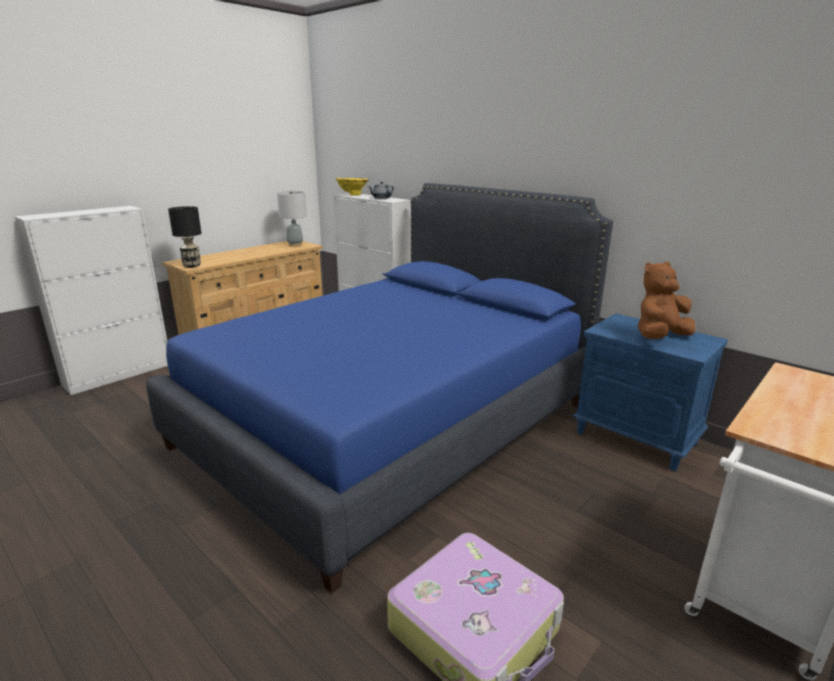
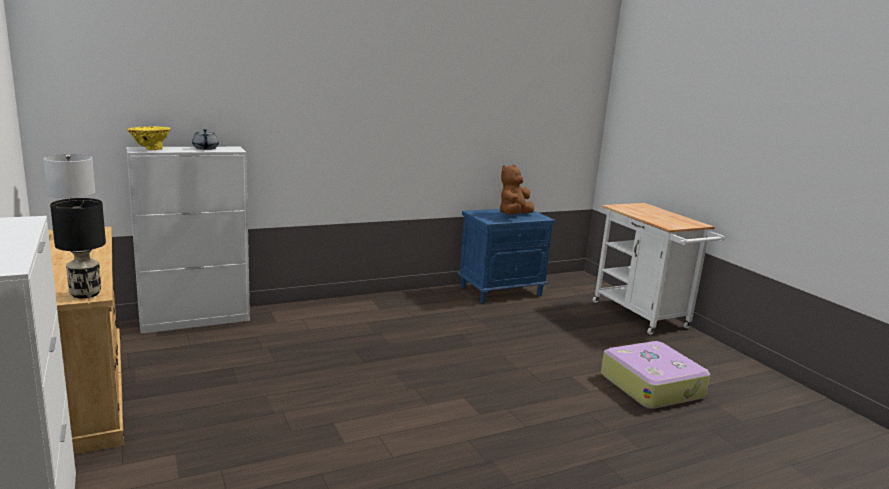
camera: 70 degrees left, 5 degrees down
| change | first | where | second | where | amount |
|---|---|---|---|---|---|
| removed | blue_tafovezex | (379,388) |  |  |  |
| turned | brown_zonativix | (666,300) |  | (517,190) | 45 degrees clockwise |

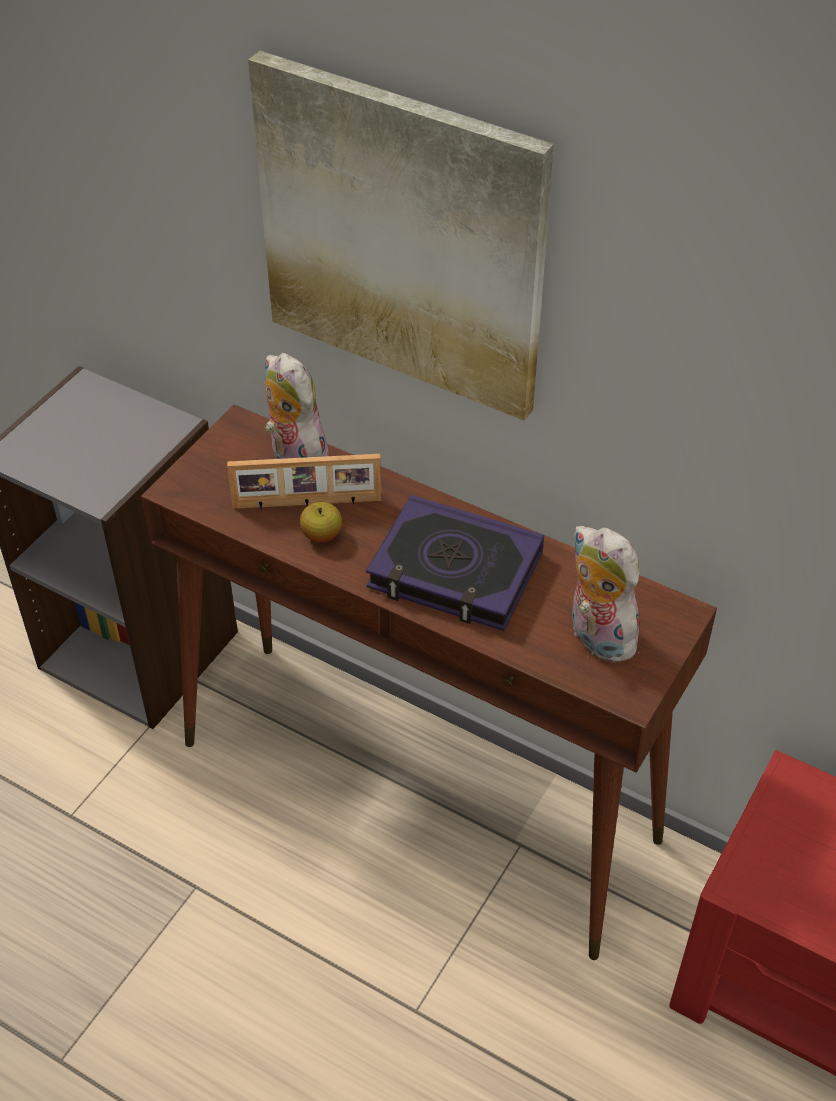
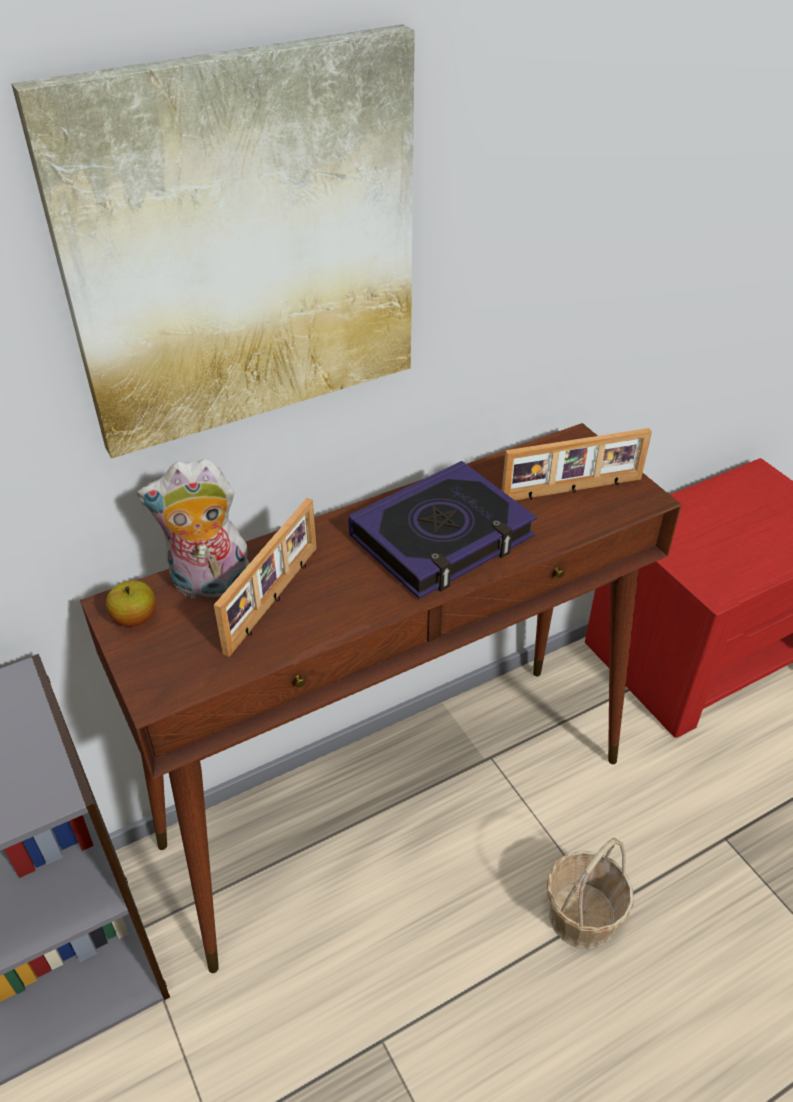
camera: 60 degrees left, 5 degrees down
| change | first | where | second | where | amount |
|---|---|---|---|---|---|
| moved | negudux | (321,522) |  | (131,603) |  |
| replaced | zonativix | (607,594) | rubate | (577,464) |  |
| added |  |  | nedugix | (590,894) |  |

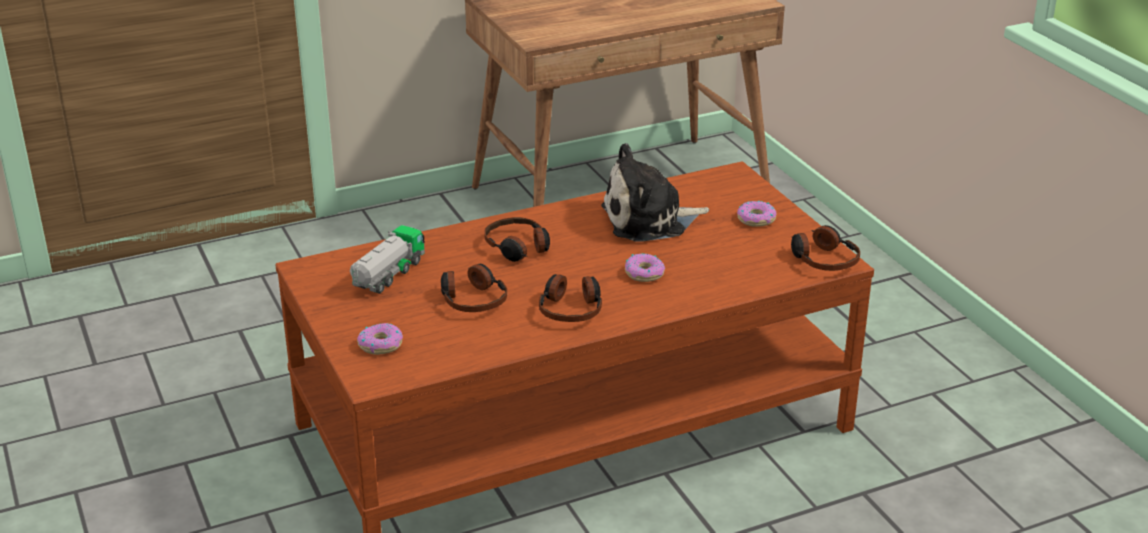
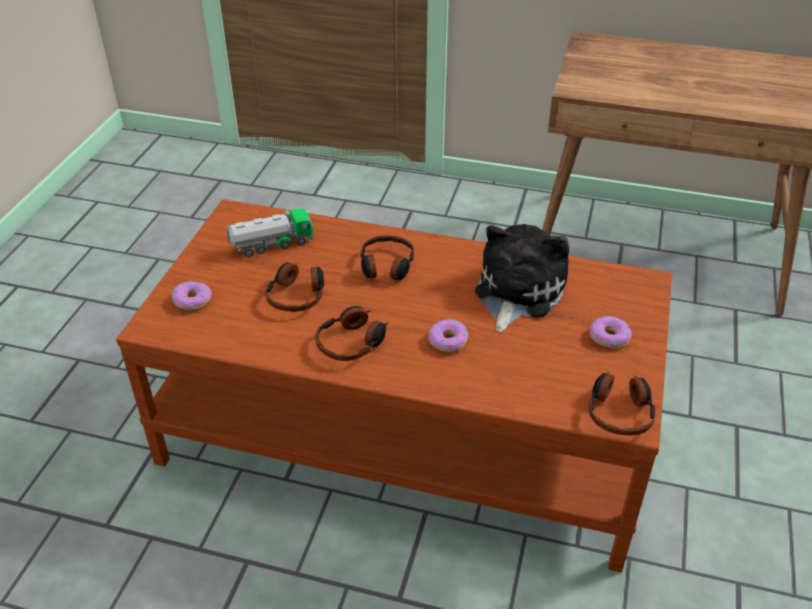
camera: 40 degrees right, 10 degrees up
| change | first | where | second | where | amount |
|---|---|---|---|---|---|
| turned | zonativix | (655,192) |  | (522,278) | 90 degrees clockwise |

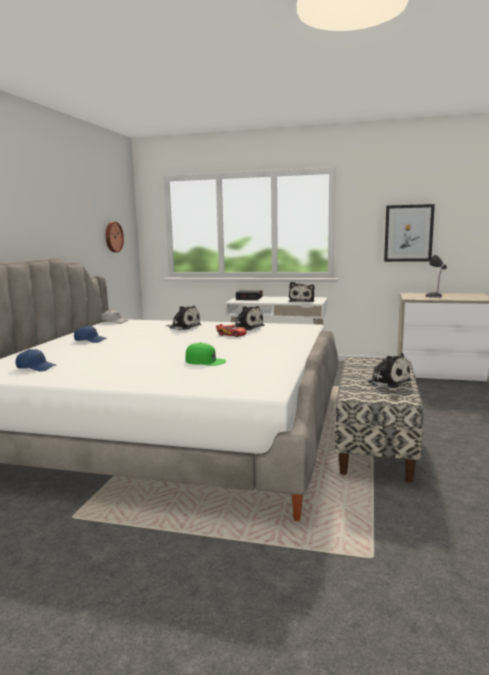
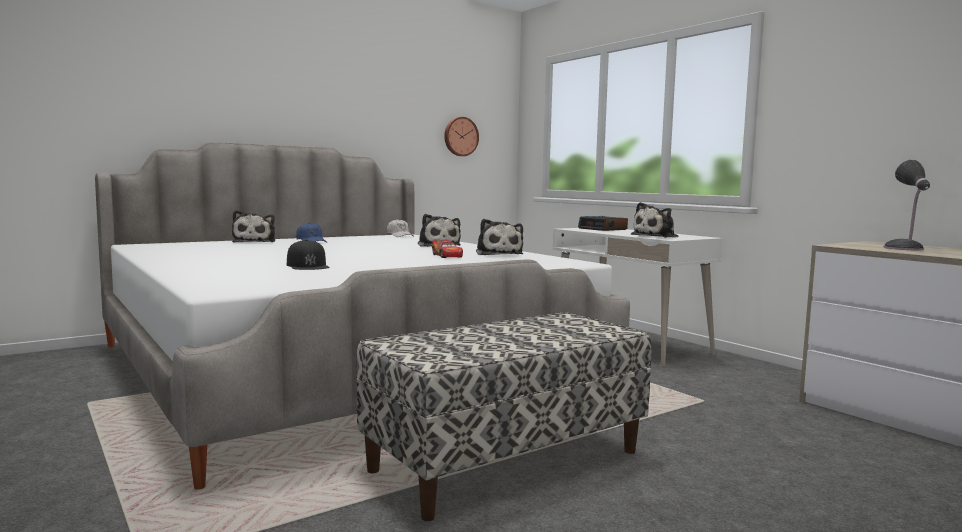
camera: 40 degrees right, 5 degrees down
| change | first | where | second | where | amount |
|---|---|---|---|---|---|
| removed | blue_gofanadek | (35,360) |  |  |  |
| recoloured | green_gofanadek | (206,354) | black_gofanadek | (308,254) |  |
| moved | zonativix | (385,370) |  | (253,226) |  |
| removed | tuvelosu | (409,233) |  |  |  |

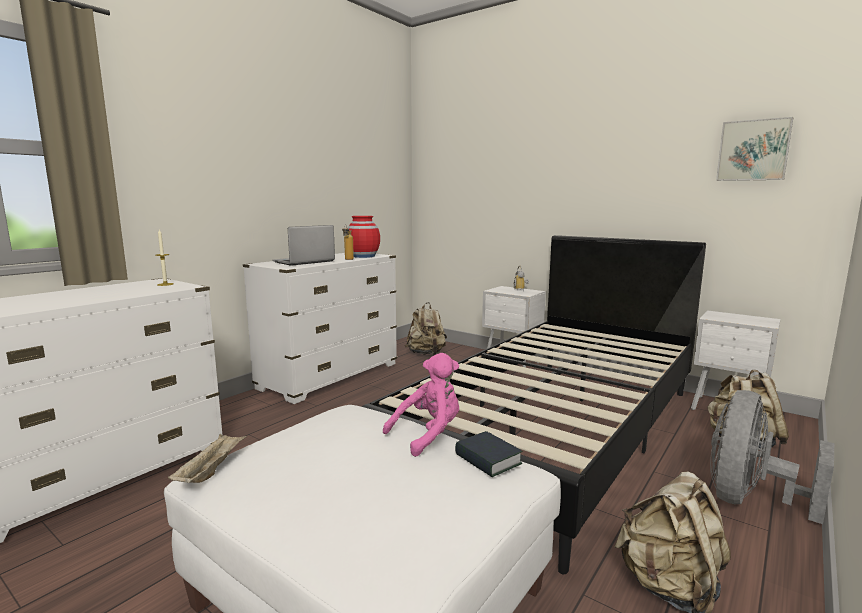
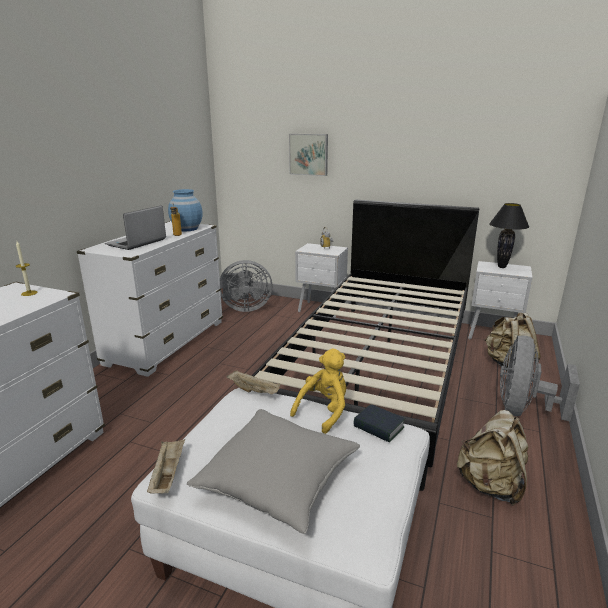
camera: 15 degrees left, 10 degrees up
| change | first | where | second | where | amount |
|---|---|---|---|---|---|
| recoloured | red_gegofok | (364,237) | blue_gegofok | (185,210) |  |
| recoloured | pink_zonativix | (421,405) | yellow_zonativix | (318,391) |  |
| replaced | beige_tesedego | (426,328) | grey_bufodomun | (246,286) |  |
| moved | tuvelosu | (754,149) |  | (308,155) |  |
| added |  |  | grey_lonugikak | (273,471) |  |
| added |  |  | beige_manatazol | (253,383) |  |
| added |  |  | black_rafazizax | (509,235) |  |

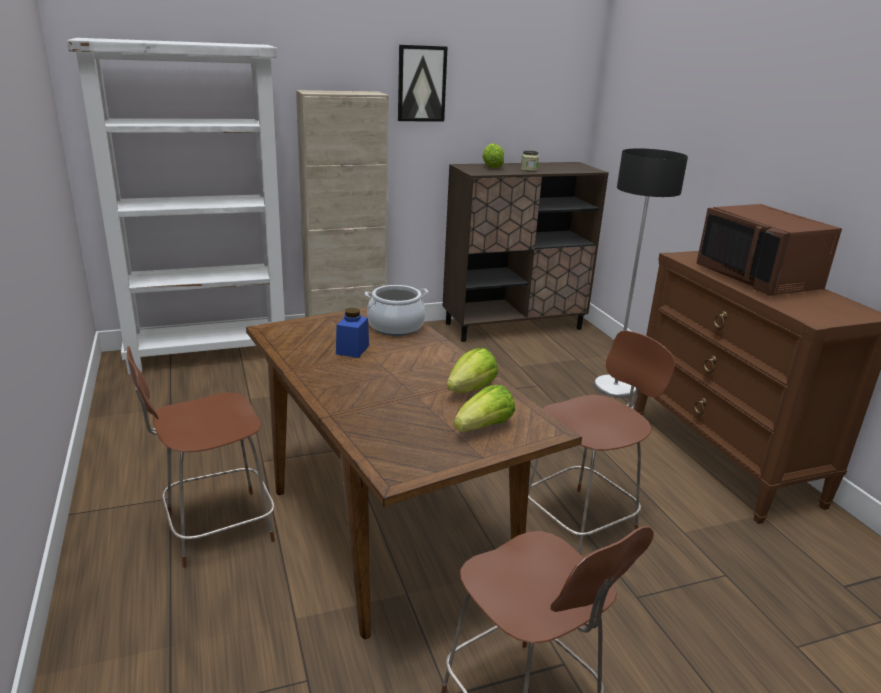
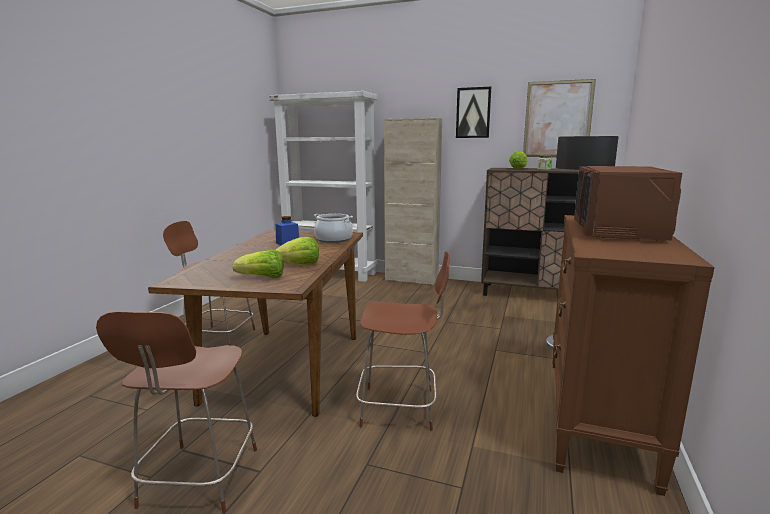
camera: 40 degrees right, 10 degrees down
| change | first | where | second | where | amount |
|---|---|---|---|---|---|
| added |  |  | tuvelosu | (559,118) |  |

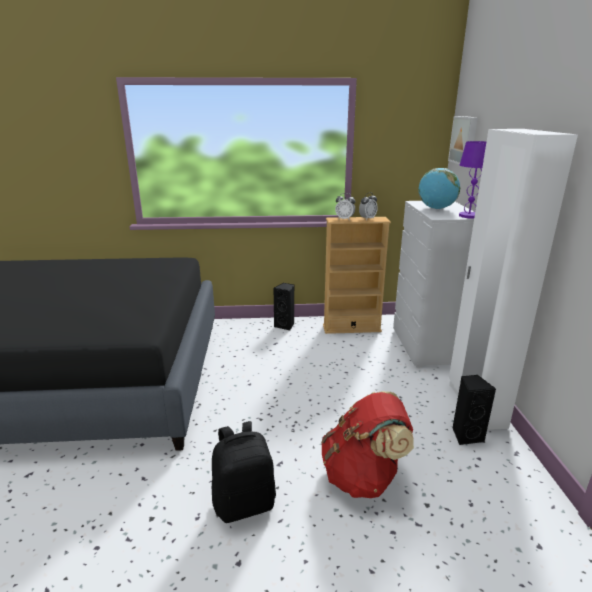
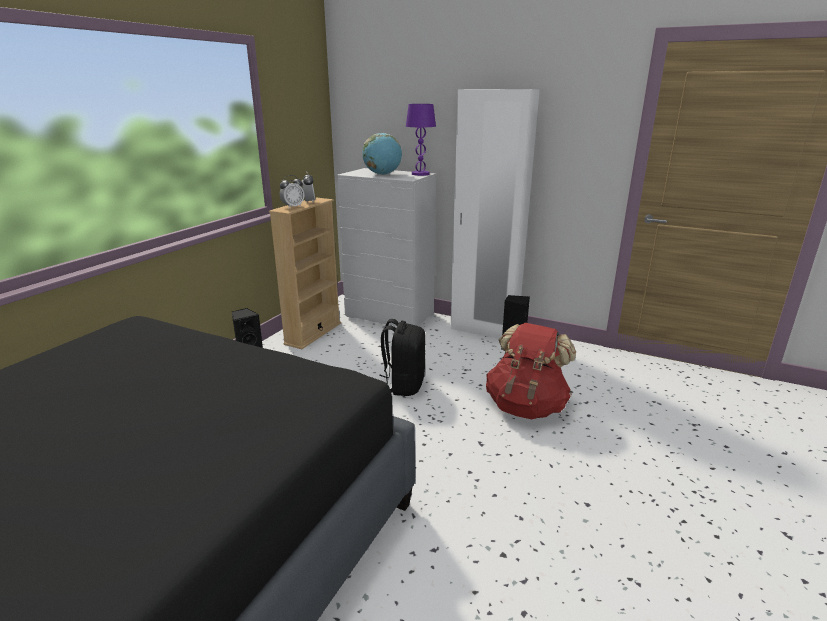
camera: 60 degrees left, 0 degrees up
| change | first | where | second | where | amount |
|---|---|---|---|---|---|
| moved | black_tesedego | (244,472) |  | (402,357) |  |
| removed | tuvelosu | (463,140) |  |  |  |

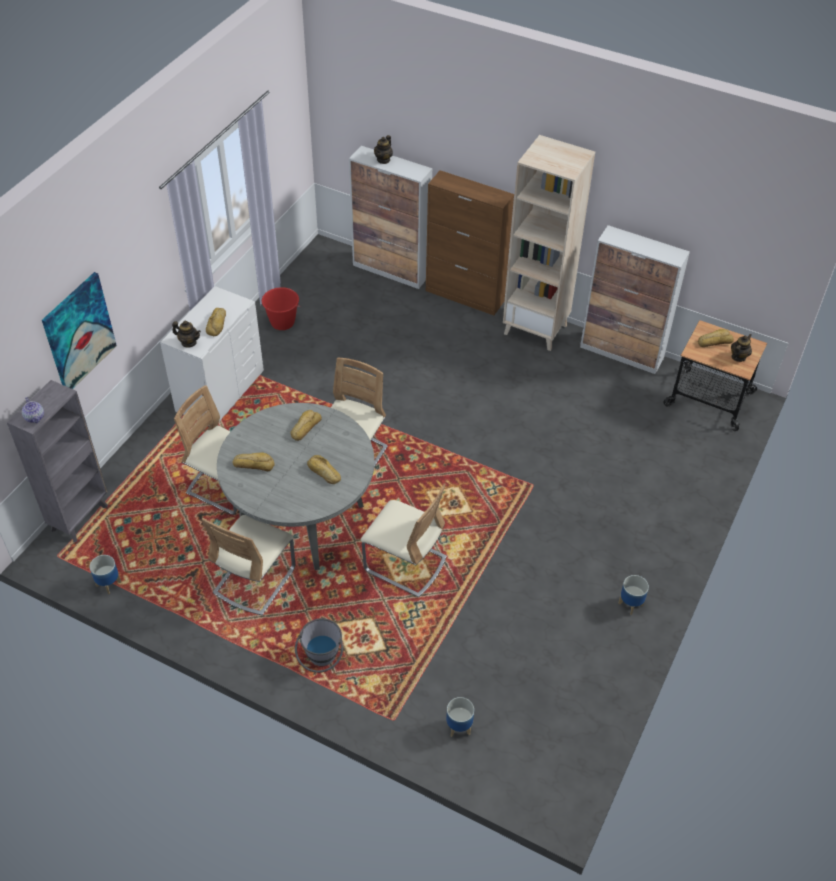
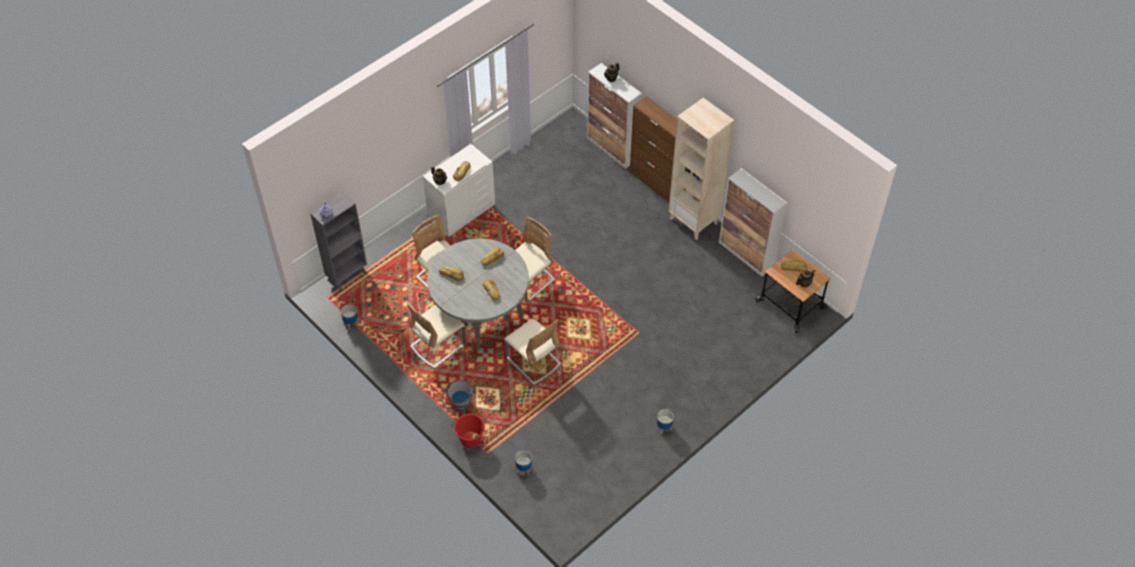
camera: 20 degrees right, 5 degrees up
| change | first | where | second | where | amount |
|---|---|---|---|---|---|
| removed | tuvelosu | (79,330) |  |  |  |
| moved | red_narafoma | (281,308) |  | (469,431) |  |

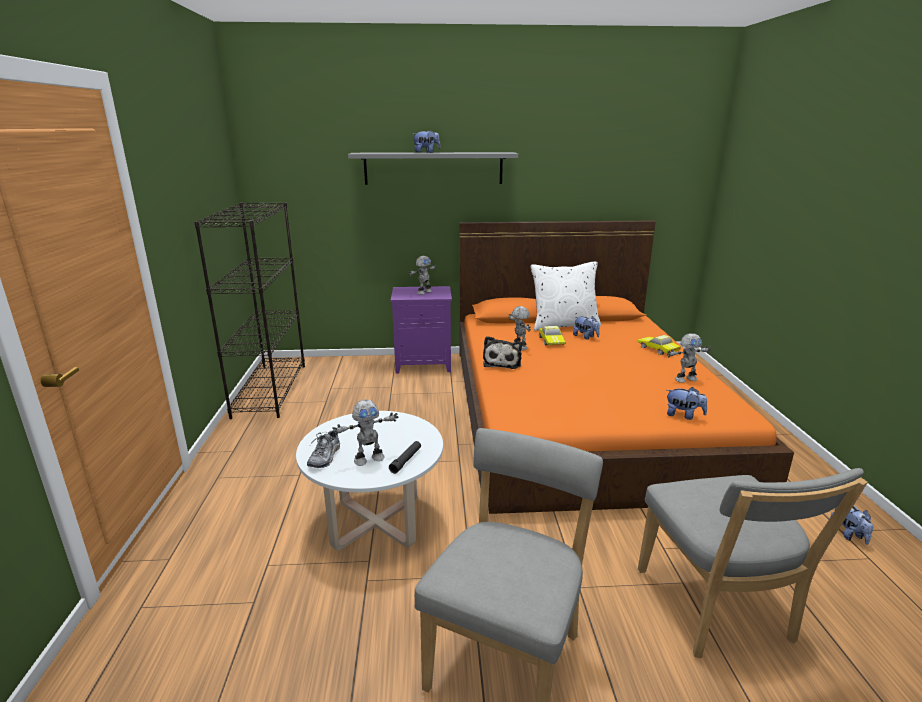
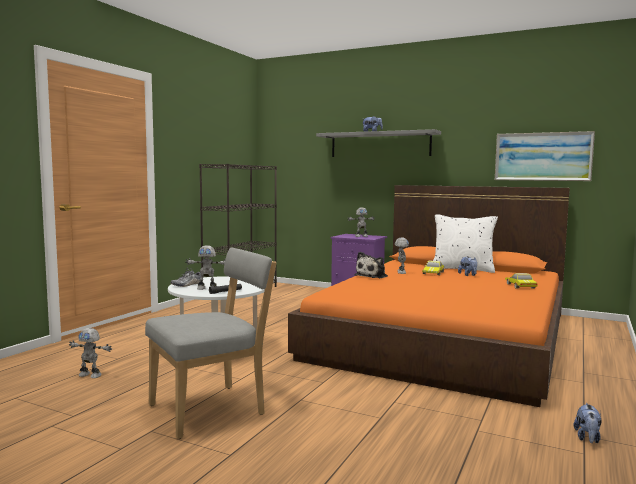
camera: 30 degrees right, 15 degrees down
| change | first | where | second | where | amount |
|---|---|---|---|---|---|
| removed | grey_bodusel | (753,563) |  |  |  |
| moved | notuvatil | (689,358) |  | (90,353) |  |
| removed | zonativix | (687,403) |  |  |  |
| added |  |  | tuvelosu | (545,156) |  |

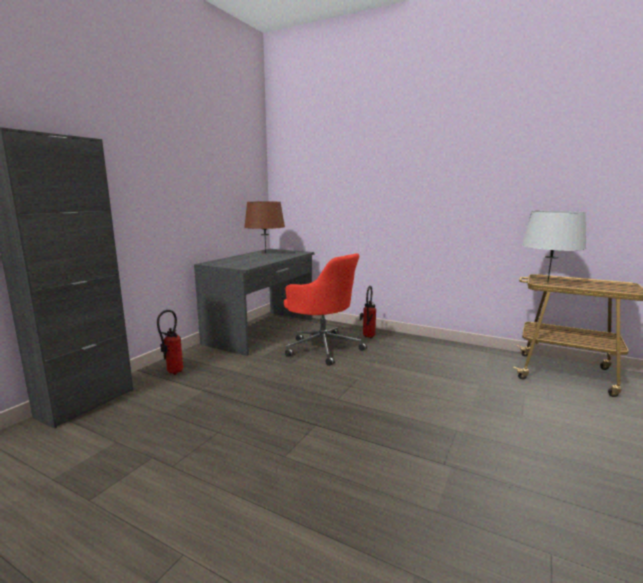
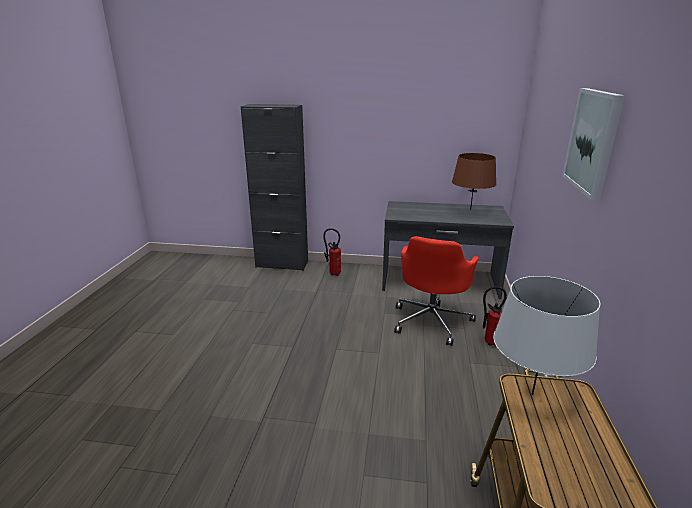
camera: 70 degrees right, 10 degrees up
| change | first | where | second | where | amount |
|---|---|---|---|---|---|
| added |  |  | tuvelosu | (593,144) |  |

